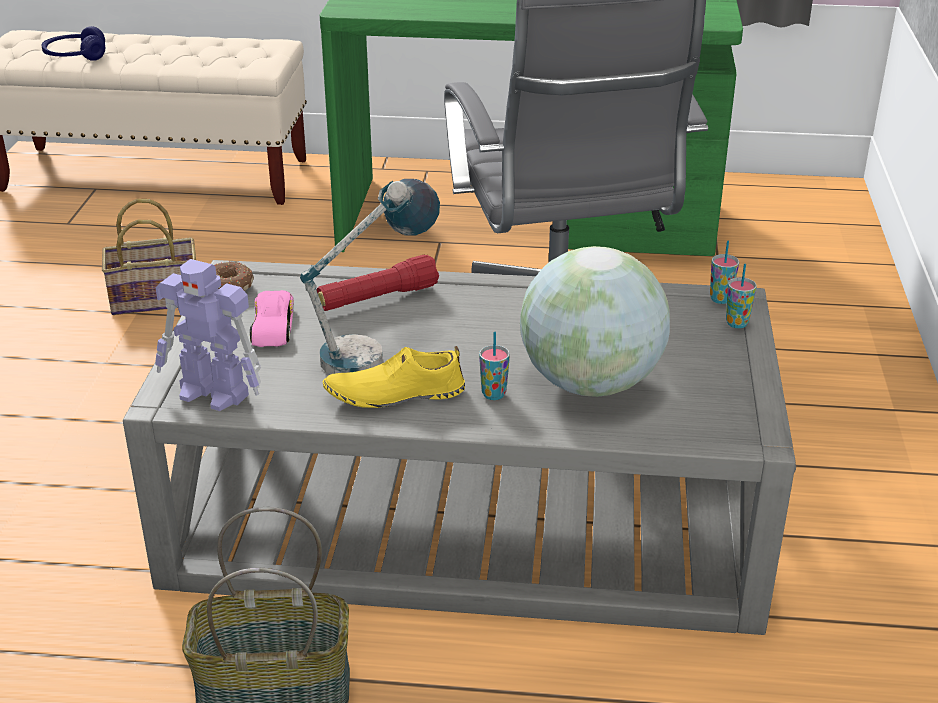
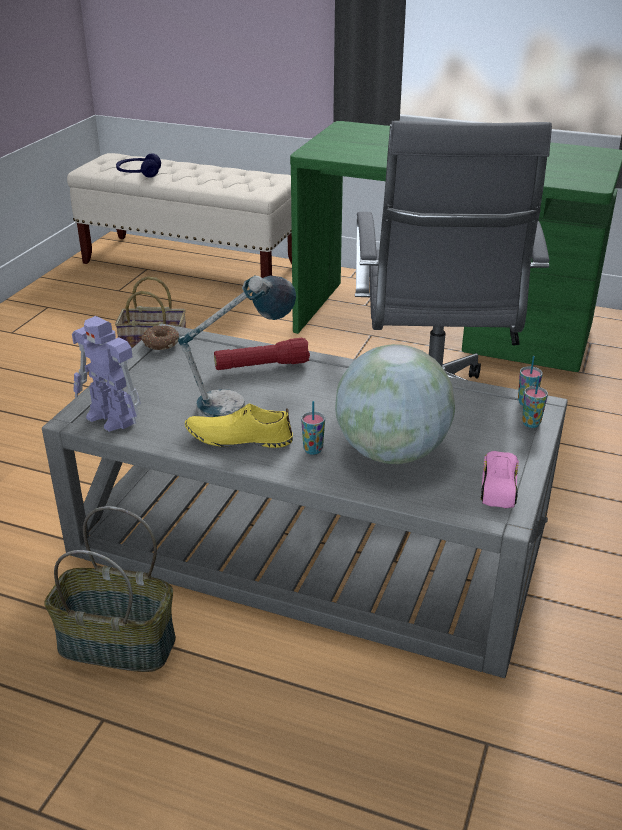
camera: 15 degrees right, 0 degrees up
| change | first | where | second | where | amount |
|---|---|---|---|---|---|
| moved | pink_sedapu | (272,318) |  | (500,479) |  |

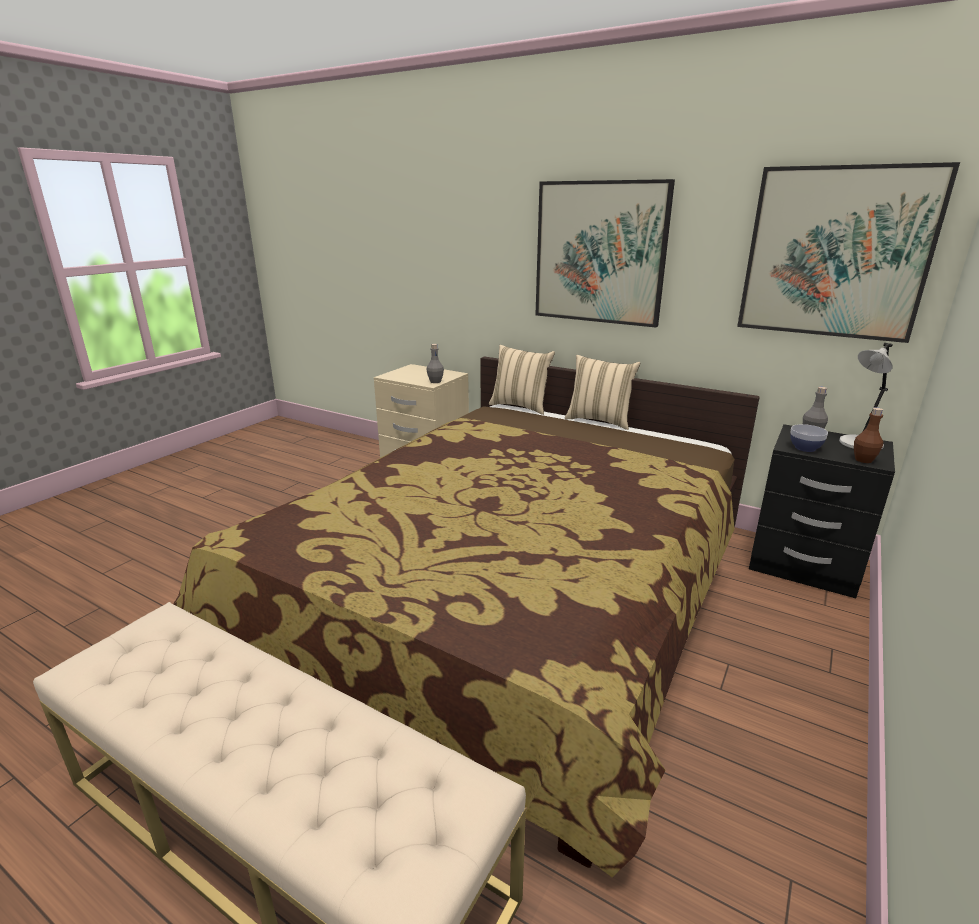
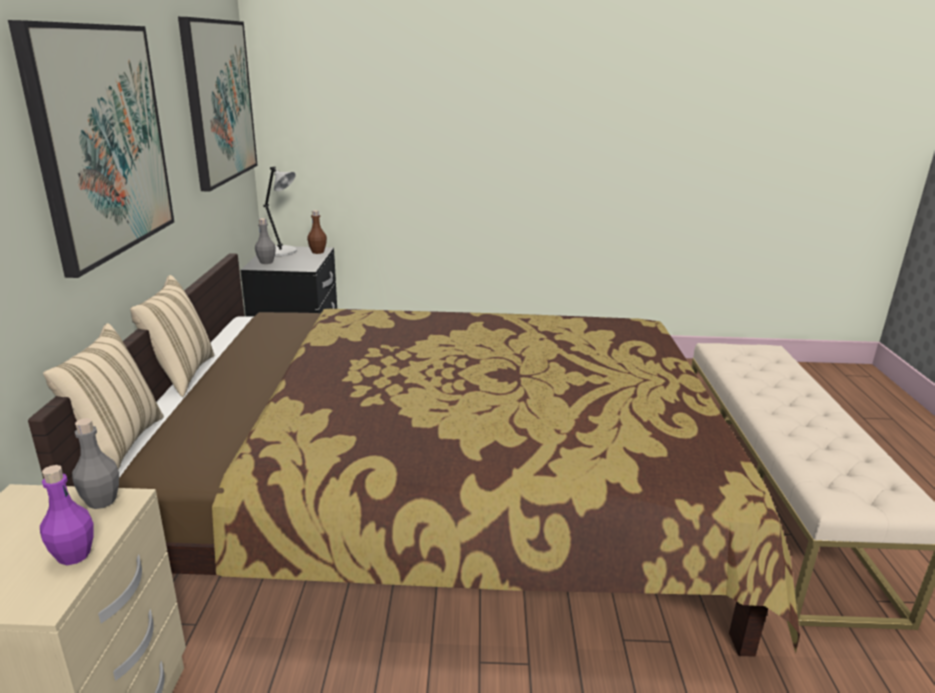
camera: 120 degrees left, 0 degrees up
| change | first | where | second | where | amount |
|---|---|---|---|---|---|
| removed | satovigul | (809,438) |  |  |  |
| added |  |  | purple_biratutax | (67,515) |  |

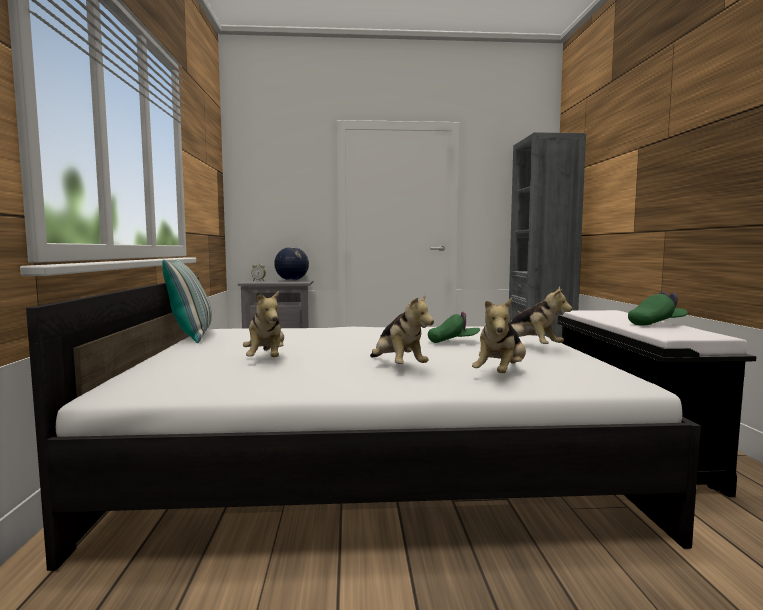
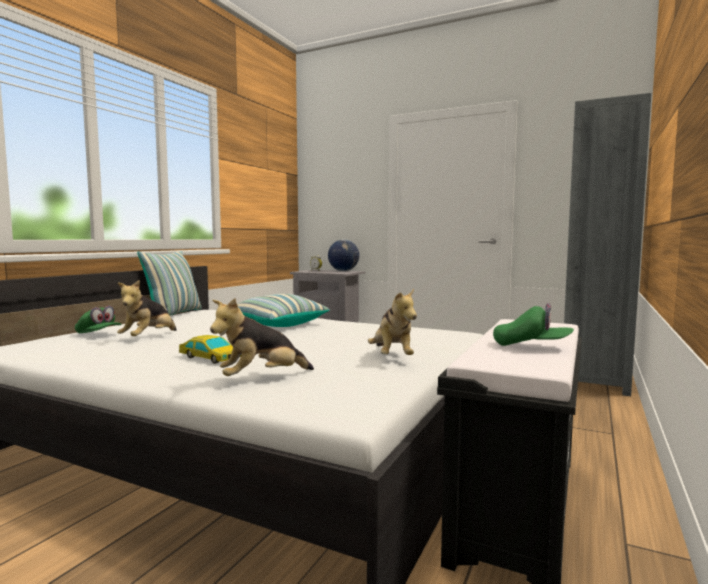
camera: 30 degrees right, 0 degrees up
| change | first | where | second | where | amount |
|---|---|---|---|---|---|
| replaced | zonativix | (402,328) | sedapu | (210,349) |  |
| moved | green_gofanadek | (454,327) |  | (98,319) |  |
| added |  |  | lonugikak | (283,310) |  |

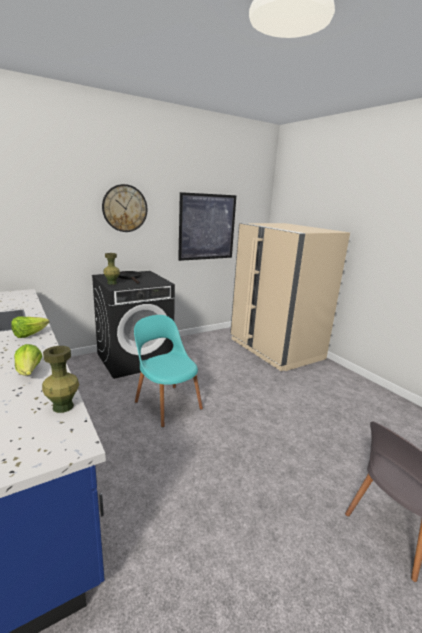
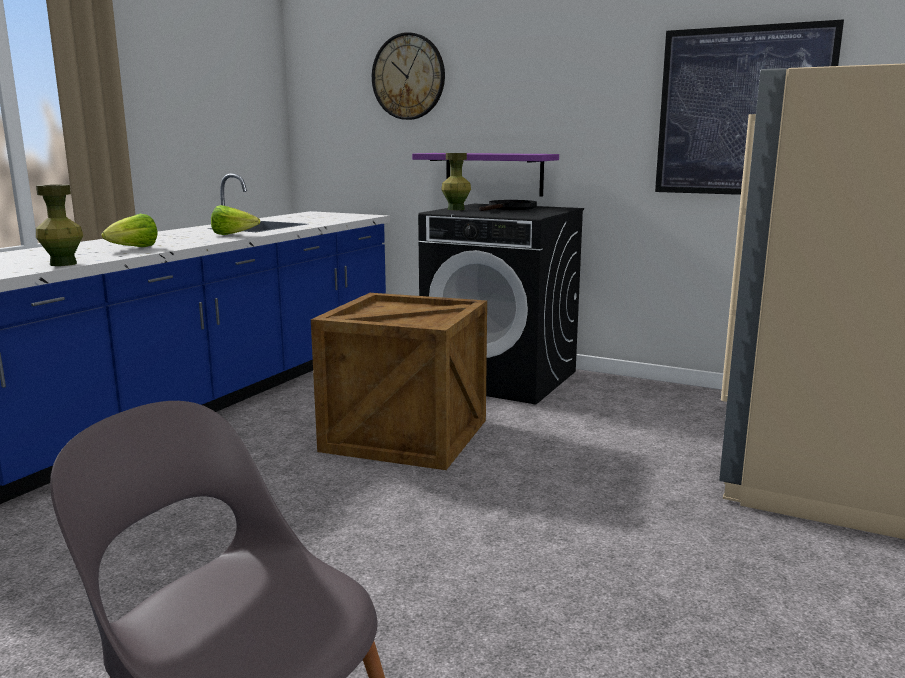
camera: 60 degrees right, 5 degrees down
| change | first | where | second | where | amount |
|---|---|---|---|---|---|
| moved | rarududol | (124,208) |  | (408,76) |  |
| replaced | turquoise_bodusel | (168,371) | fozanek | (399,381) |  |
| added |  |  | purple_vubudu | (485,175) |  |

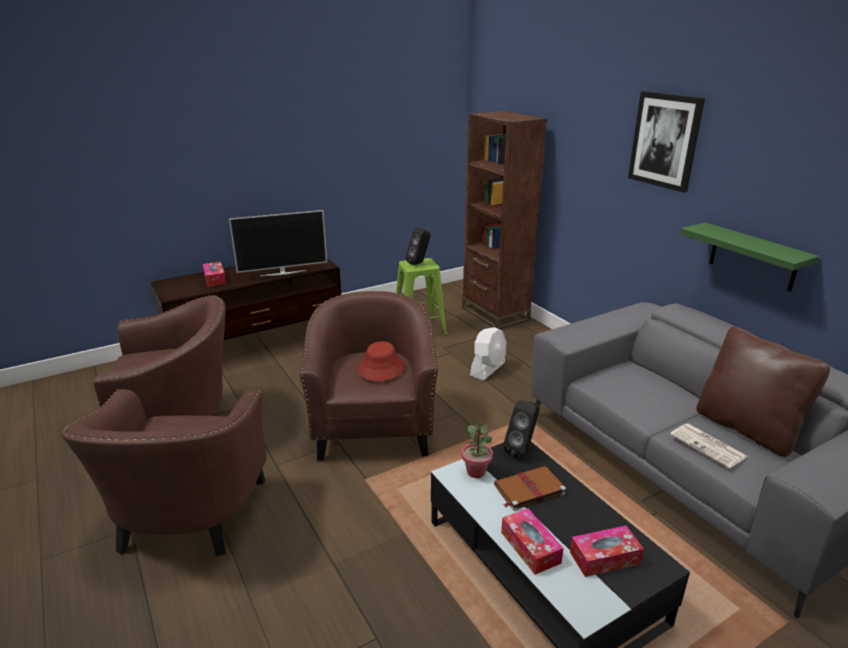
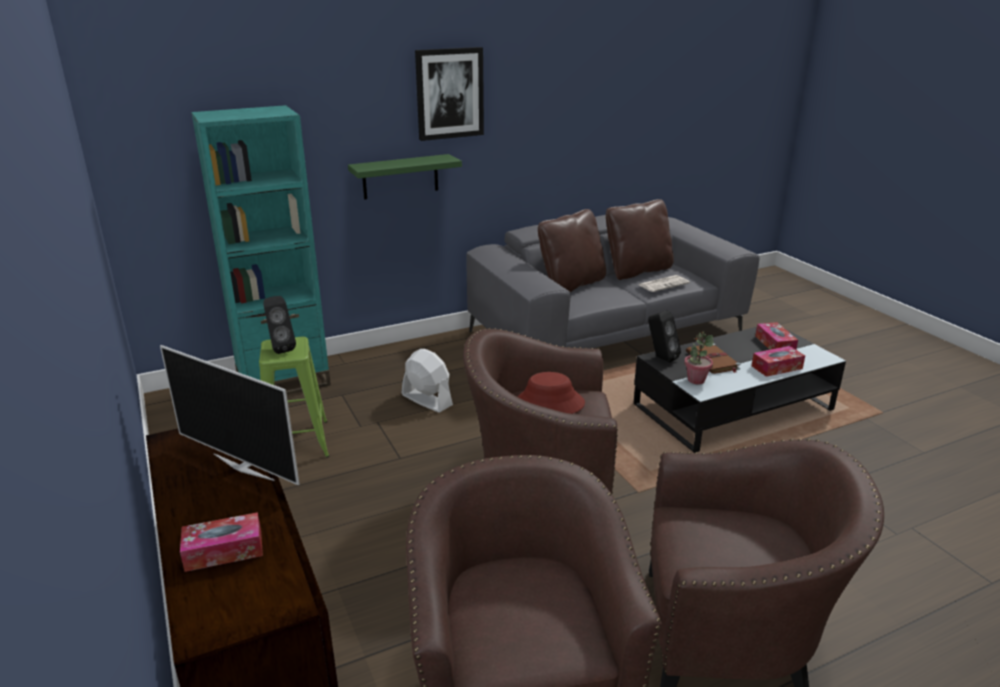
camera: 85 degrees left, 0 degrees up
| change | first | where | second | where | amount |
|---|---|---|---|---|---|
| turned | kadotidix | (278,243) |  | (230,415) | 135 degrees clockwise |
| recoloured | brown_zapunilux | (504,220) | turquoise_zapunilux | (261,250) |  |
| moved | green_vubudu | (749,257) |  | (405,177) |  |
| added |  |  | brown_lonugikak | (572,250) |  |

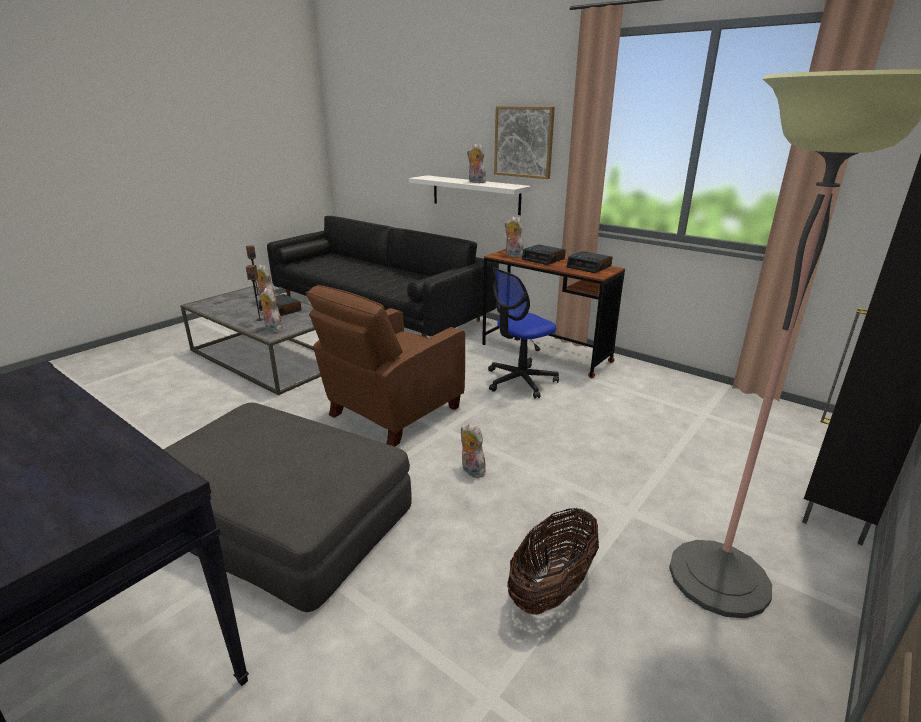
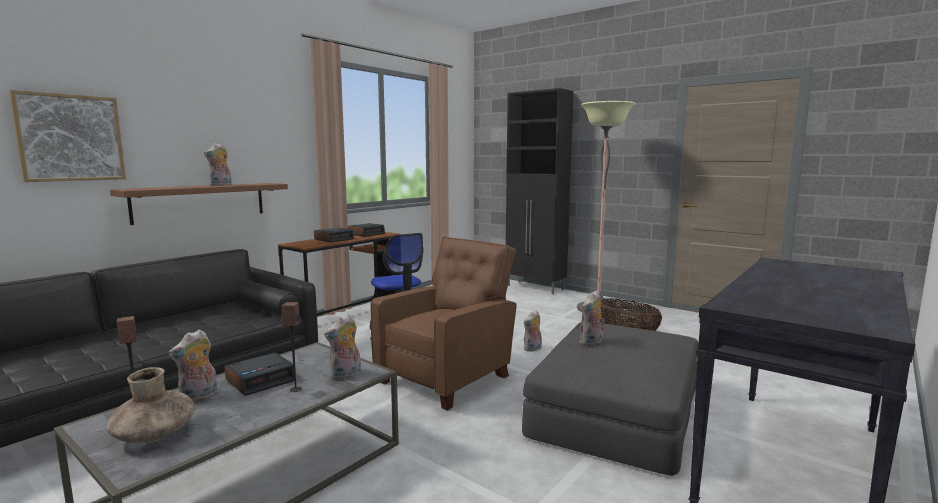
camera: 90 degrees left, 15 degrees down
| change | first | where | second | where | amount |
|---|---|---|---|---|---|
| turned | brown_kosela | (385,366) |  | (443,324) | 90 degrees counterclockwise |
| recoloured | white_vubudu | (470,195) | brown_vubudu | (199,204) |  |
| moved | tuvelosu | (524,142) |  | (67,136) |  |
| moved | zonativix | (513,237) |  | (592,318) |  |
| added |  |  | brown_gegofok | (151,405) |  |

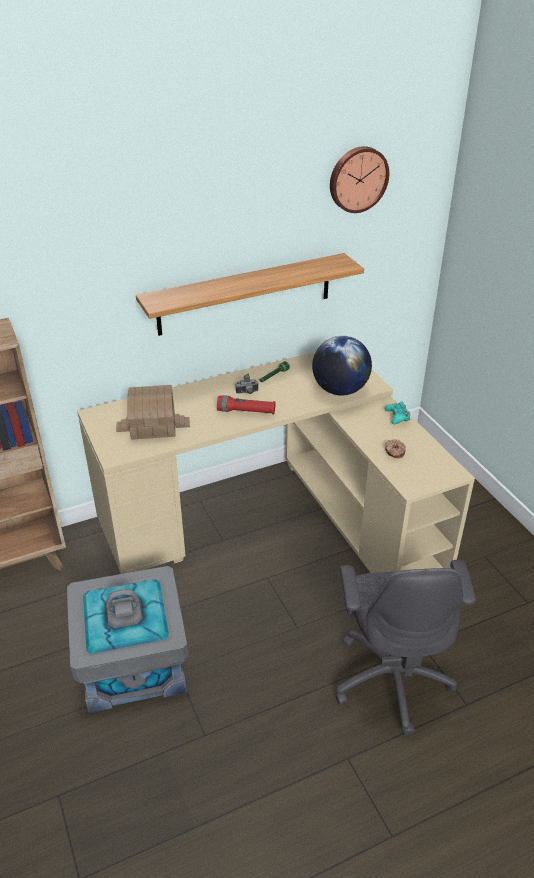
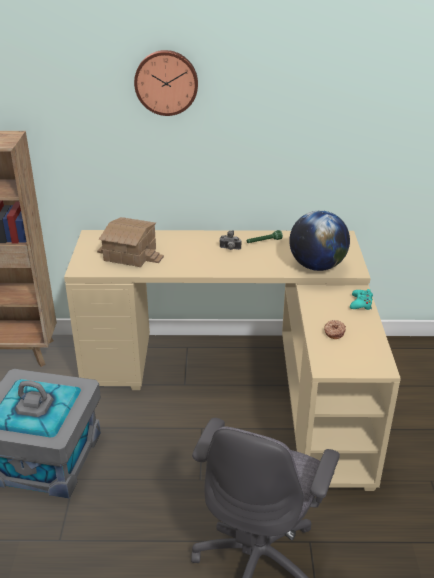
camera: 25 degrees right, 5 degrees down
| change | first | where | second | where | amount |
|---|---|---|---|---|---|
| removed | vubudu | (250,294) |  |  |  |
| removed | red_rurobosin | (246,404) |  |  |  |
| moved | rarududol | (359,179) |  | (166,83) |  |

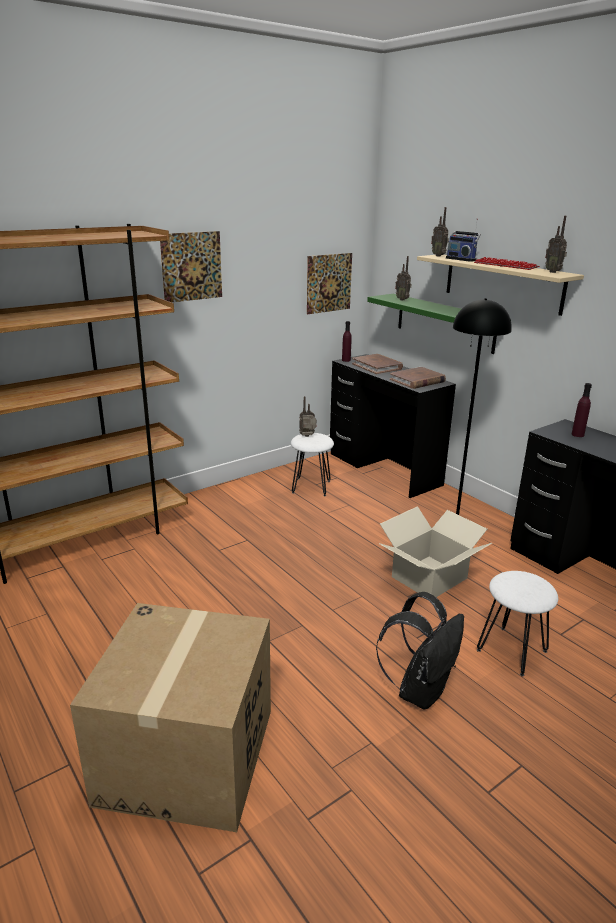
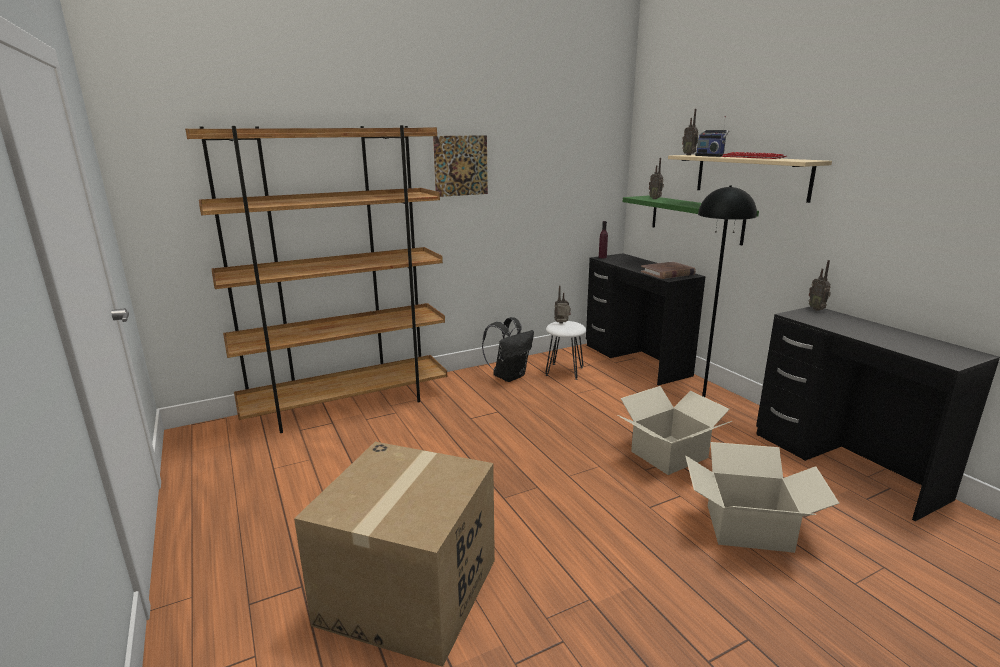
camera: 10 degrees right, 5 degrees down
| change | first | where | second | where | amount |
|---|---|---|---|---|---|
| removed | tuvelosu | (329,283) |  |  |  |
| removed | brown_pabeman | (377,364) |  |  |  |
| moved | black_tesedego | (420,651) |  | (508,349) |  |
| replaced | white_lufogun | (517,623) | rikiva | (762,497) |  |
| moved | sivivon | (556,244) |  | (820,285) |  |
| removed | purple_biratutax | (582,410) |  |  |  |

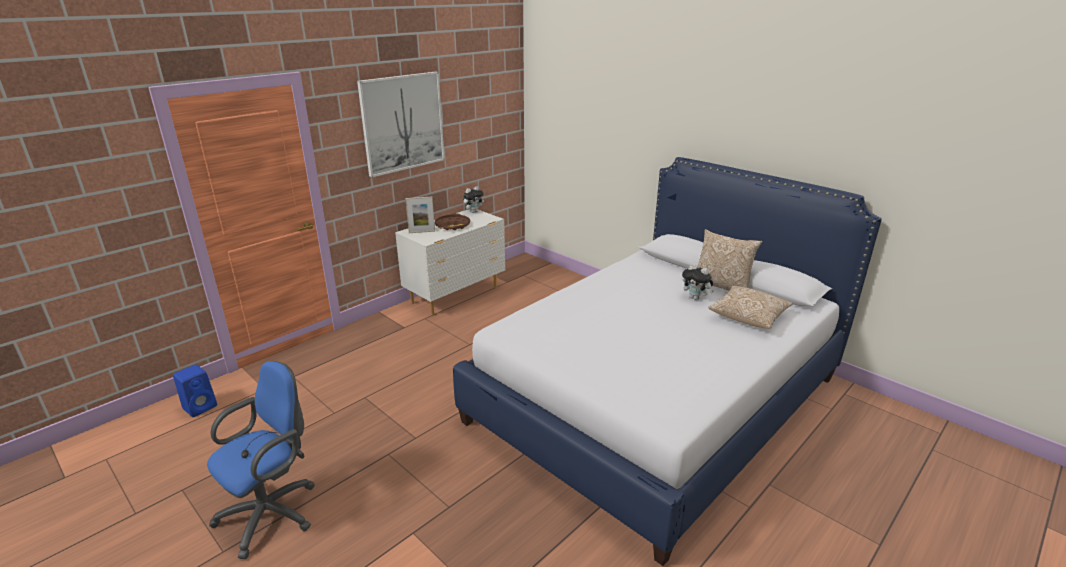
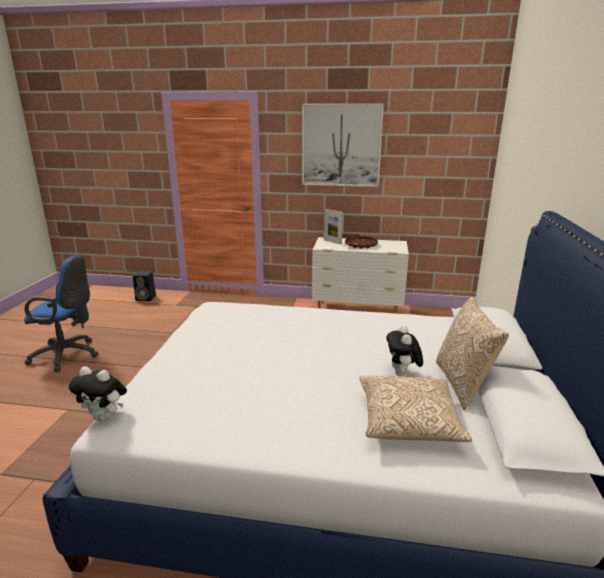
camera: 55 degrees right, 5 degrees down
| change | first | where | second | where | amount |
|---|---|---|---|---|---|
| recoloured | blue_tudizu | (195,390) | black_tudizu | (144,286) |  |
| moved | zonativix | (473,199) |  | (98,393) |  |

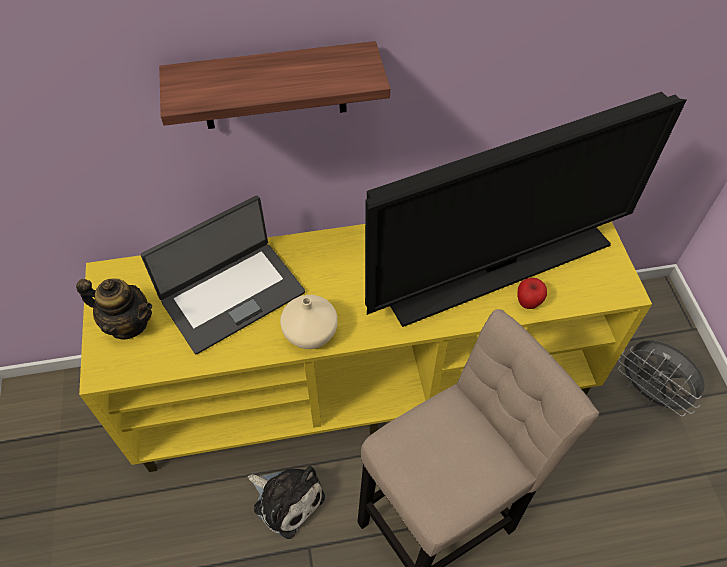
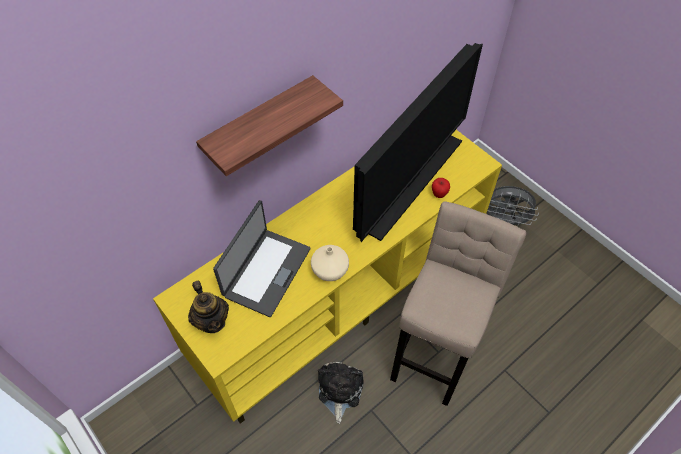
camera: 30 degrees left, 0 degrees up
| change | first | where | second | where | amount |
|---|---|---|---|---|---|
| turned | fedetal | (114,308) |  | (208,307) | 75 degrees clockwise |
| turned | zonativix | (286,502) |  | (341,393) | 90 degrees counterclockwise |

